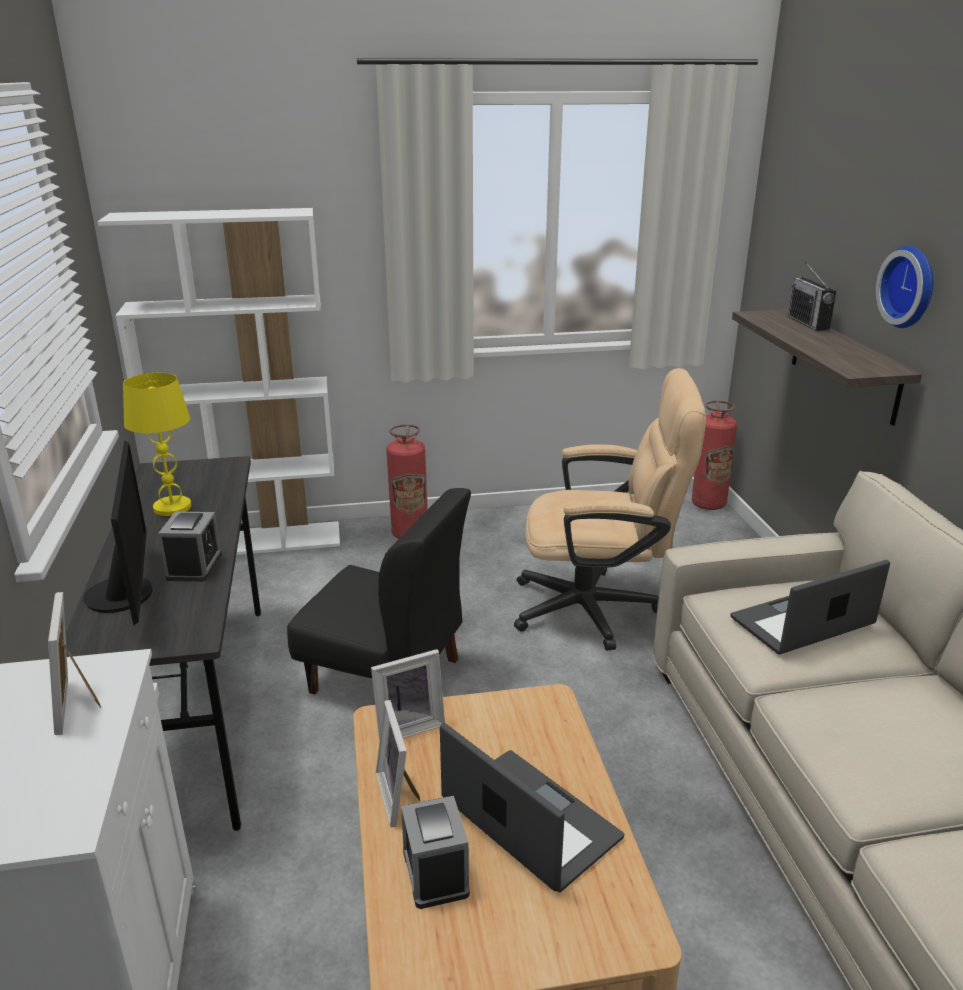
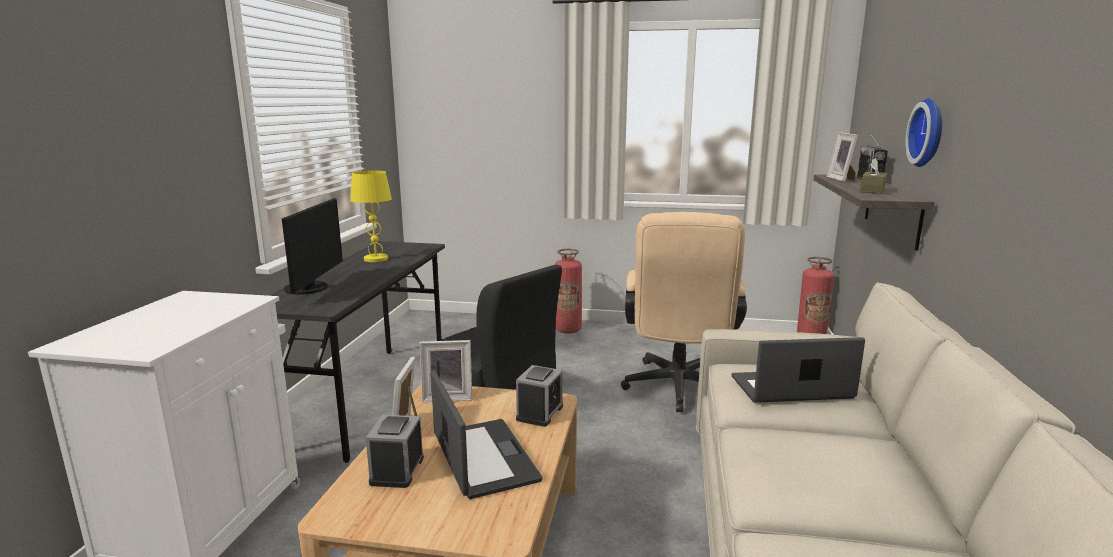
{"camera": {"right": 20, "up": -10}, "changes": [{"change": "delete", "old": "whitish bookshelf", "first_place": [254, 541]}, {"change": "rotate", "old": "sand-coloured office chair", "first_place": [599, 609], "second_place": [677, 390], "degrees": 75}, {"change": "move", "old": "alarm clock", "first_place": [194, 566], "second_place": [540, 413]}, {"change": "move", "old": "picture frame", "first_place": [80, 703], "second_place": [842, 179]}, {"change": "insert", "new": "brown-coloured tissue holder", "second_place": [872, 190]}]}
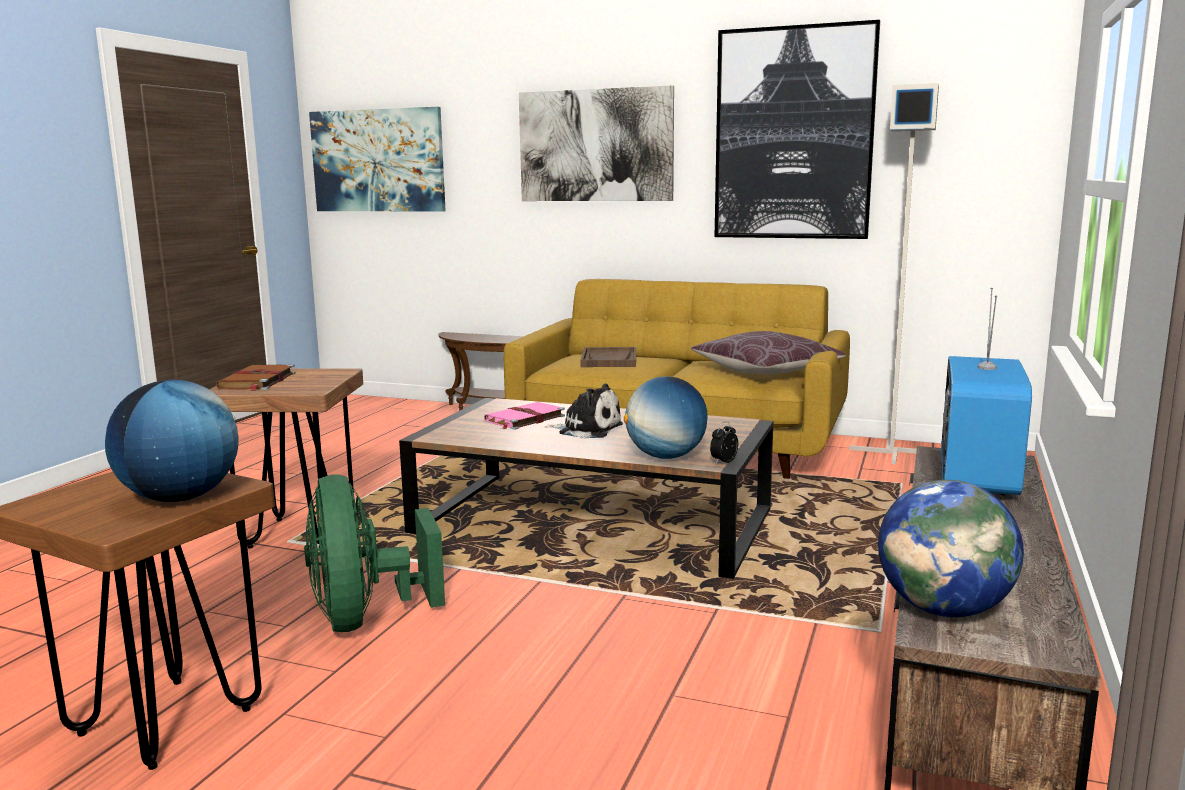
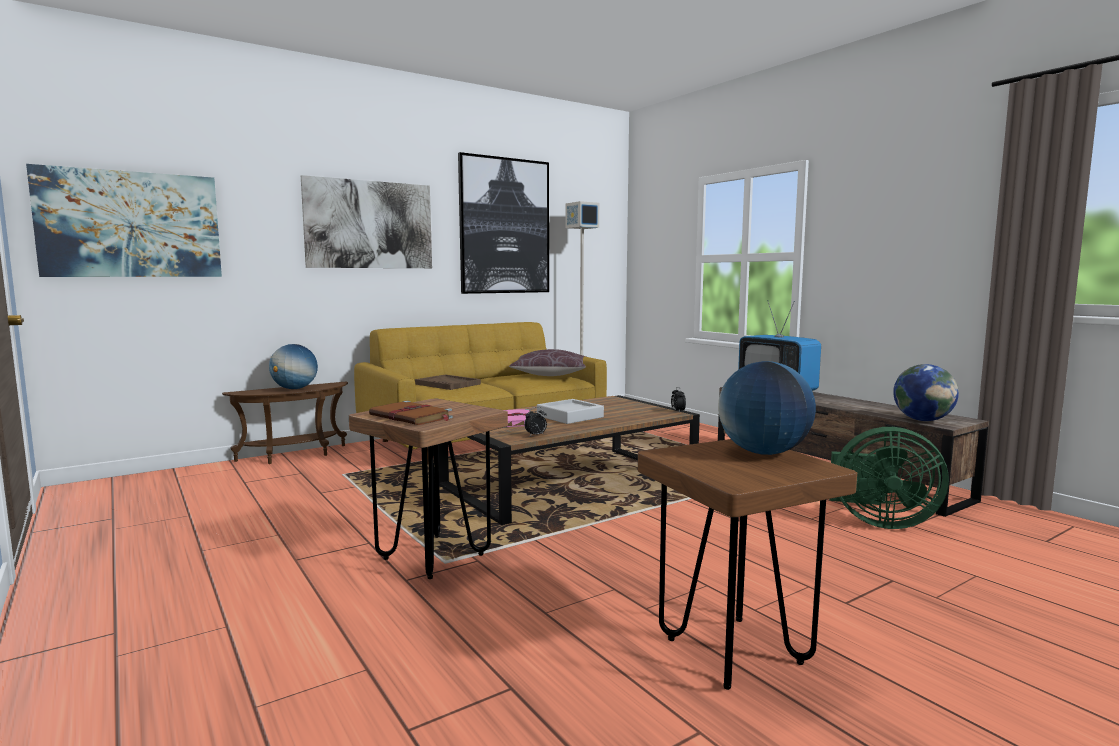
{"camera": {"right": -55, "up": -5}, "changes": [{"change": "move", "old": "world globe", "first_place": [665, 457], "second_place": [294, 389]}, {"change": "replace", "old": "plush toy", "new": "greyish serving tray", "first_place": [587, 430], "second_place": [570, 416]}, {"change": "move", "old": "greenish cooling fan", "first_place": [365, 618], "second_place": [879, 522]}, {"change": "insert", "new": "alarm clock", "second_place": [536, 435]}]}
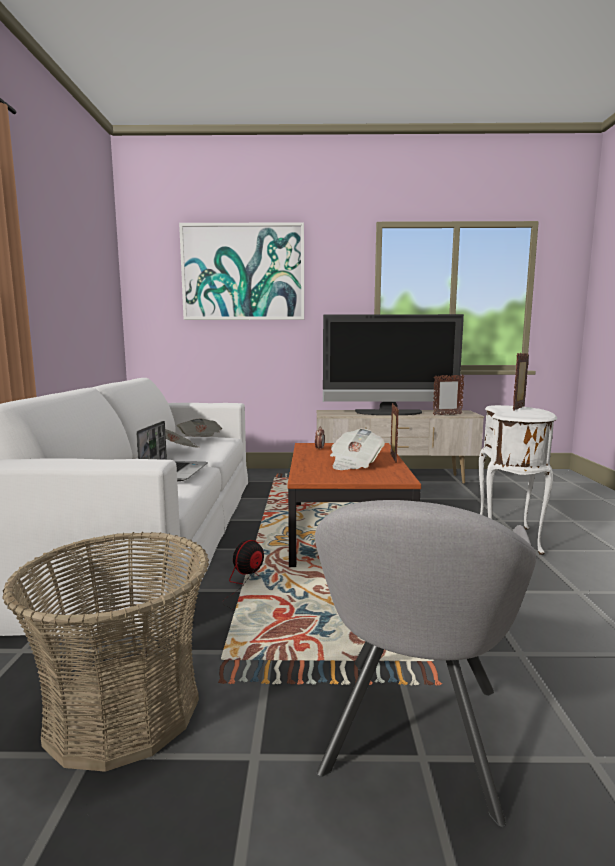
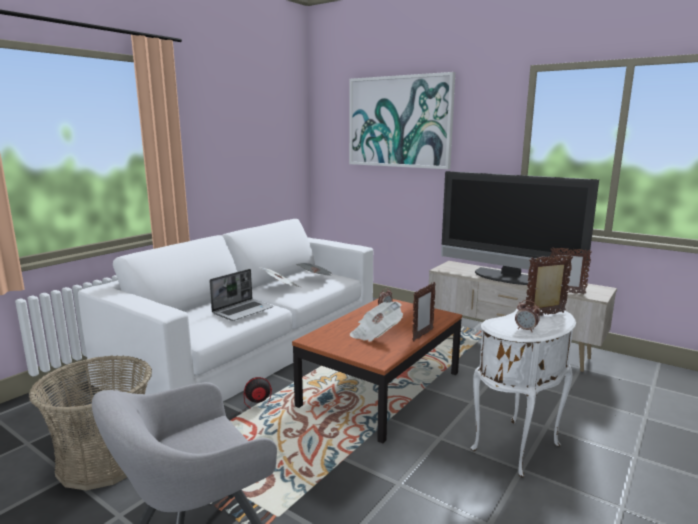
{"camera": {"right": 35, "up": 5}, "changes": [{"change": "insert", "new": "alarm clock", "second_place": [526, 330]}]}
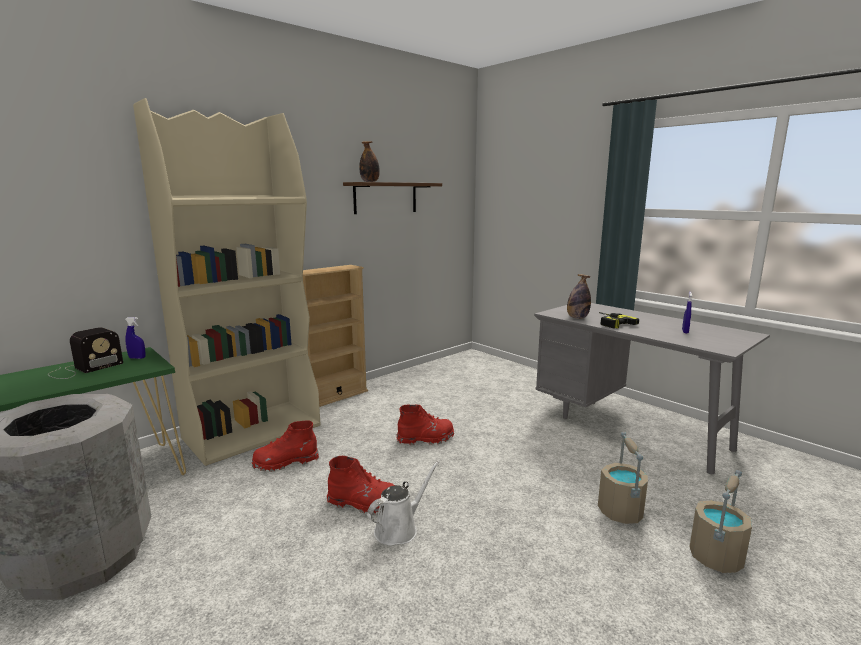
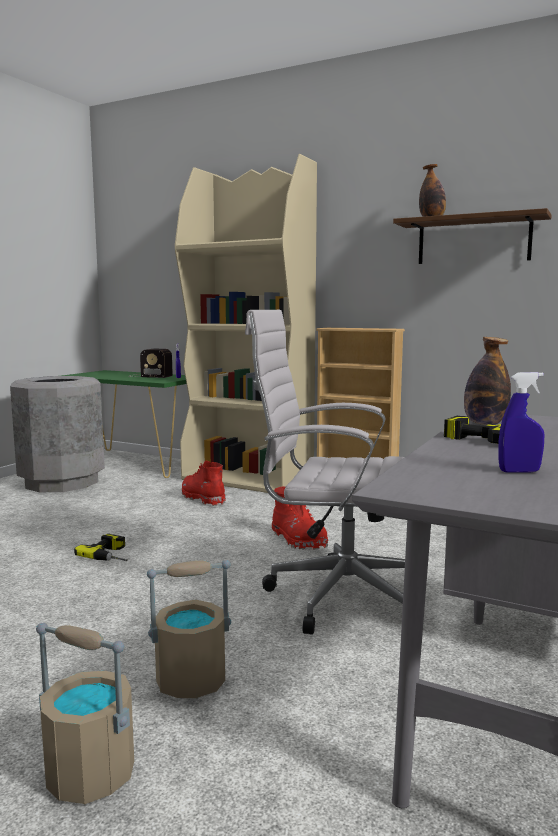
{"camera": {"right": 70, "up": -5}, "changes": [{"change": "delete", "old": "reddish high-top boot", "first_place": [363, 503]}, {"change": "replace", "old": "whitish watering pot", "new": "power drill", "first_place": [399, 529], "second_place": [112, 555]}, {"change": "insert", "new": "whitish office chair", "second_place": [337, 596]}]}
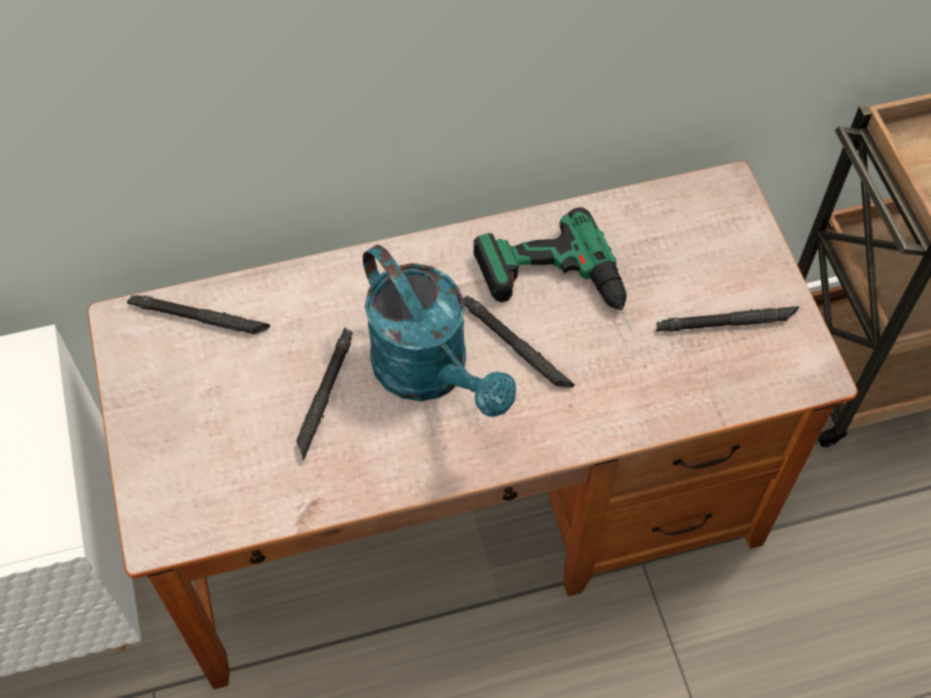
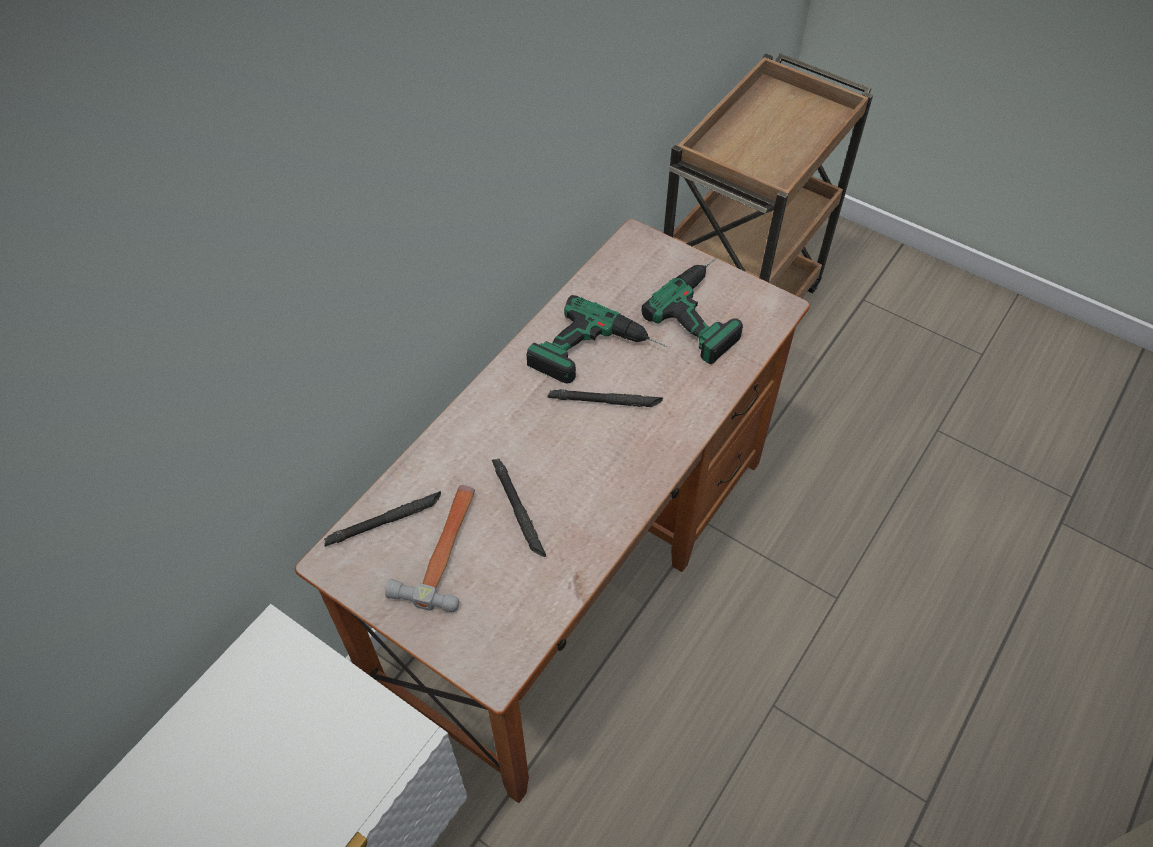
{"camera": {"right": -40, "up": -5}, "changes": [{"change": "delete", "old": "blue-green watering pot", "first_place": [431, 373]}, {"change": "replace", "old": "black torch", "new": "power drill", "first_place": [726, 323], "second_place": [708, 310]}, {"change": "insert", "new": "tool hammer", "second_place": [444, 548]}]}
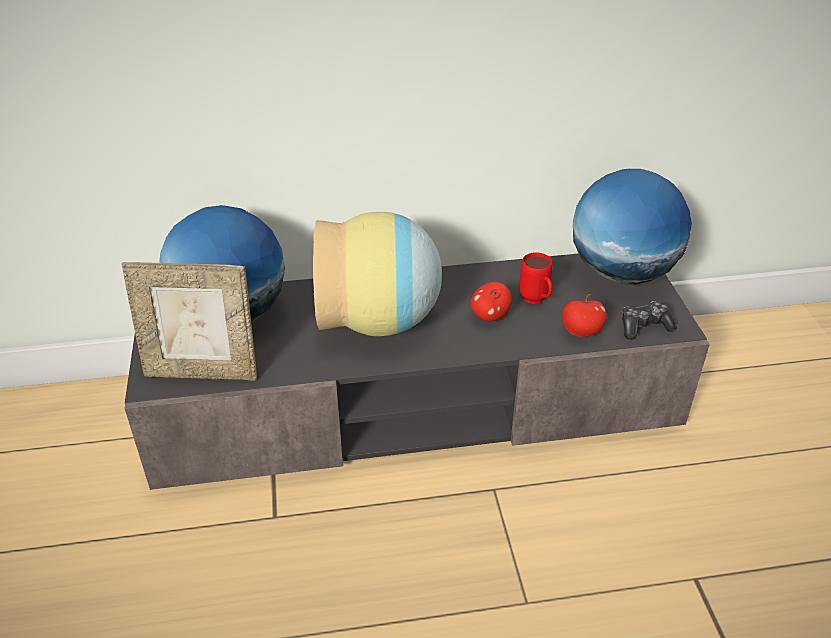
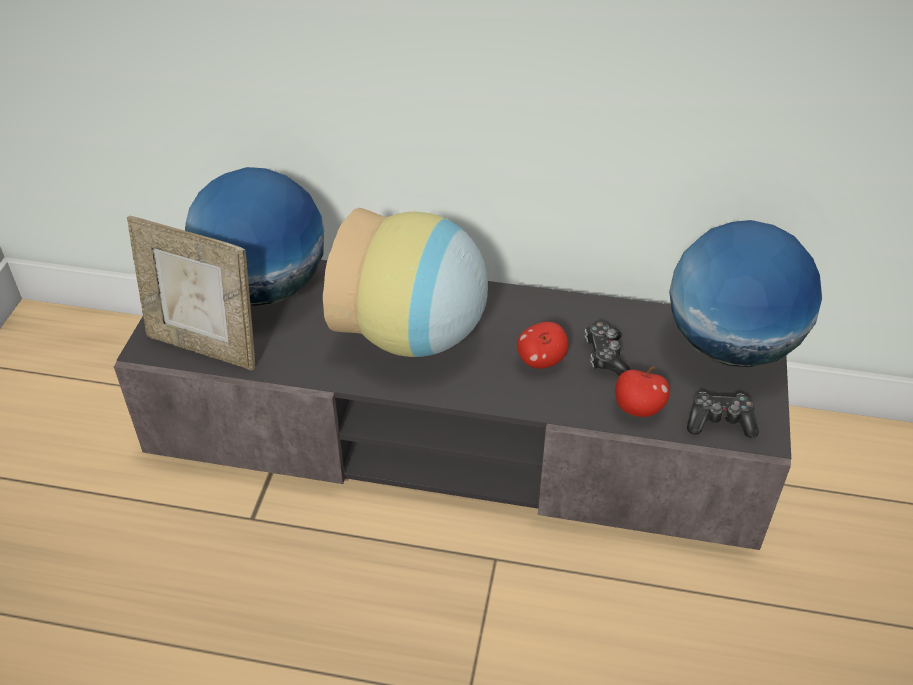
{"camera": {"right": 20, "up": 5}, "changes": [{"change": "replace", "old": "reddish mug", "new": "joypad", "first_place": [536, 301], "second_place": [605, 356]}]}
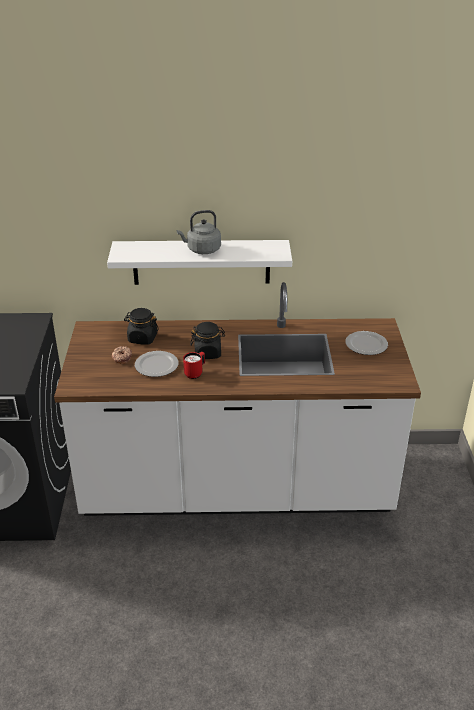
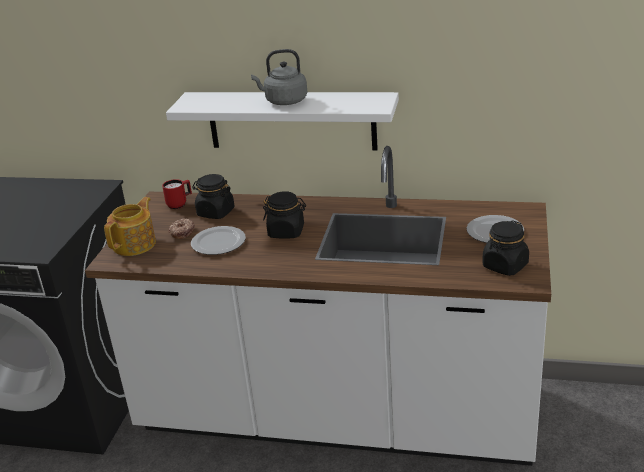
{"camera": {"right": 15, "up": -5}, "changes": [{"change": "move", "old": "reddish mug", "first_place": [195, 373], "second_place": [180, 204]}, {"change": "insert", "new": "teapot", "second_place": [135, 244]}, {"change": "insert", "new": "black jar", "second_place": [505, 266]}]}
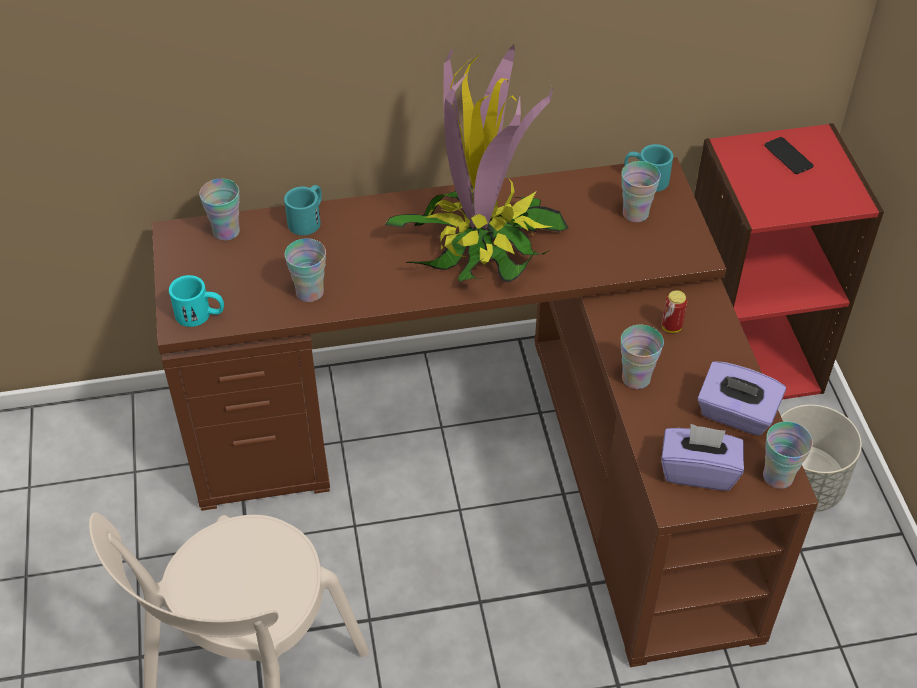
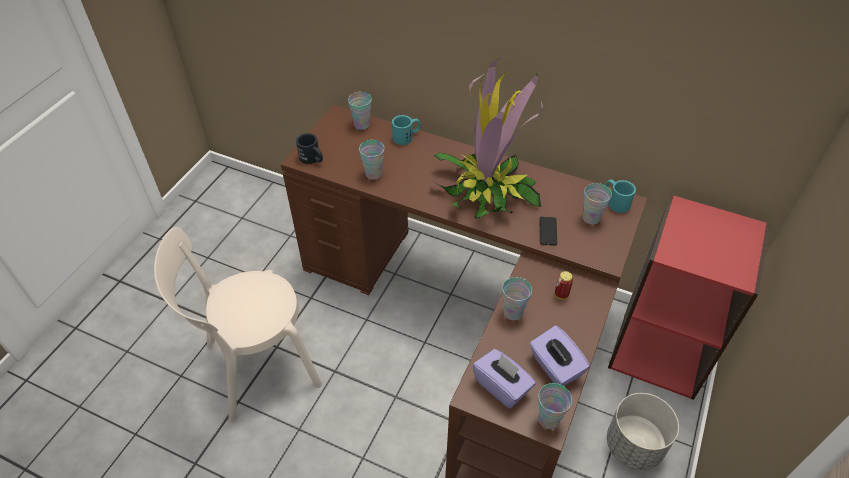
{"camera": {"right": 35, "up": 0}, "changes": [{"change": "move", "old": "handset", "first_place": [788, 156], "second_place": [548, 231]}, {"change": "recolor", "old": "blue-green mug", "new": "black mug", "first_place": [200, 314], "second_place": [312, 159]}]}
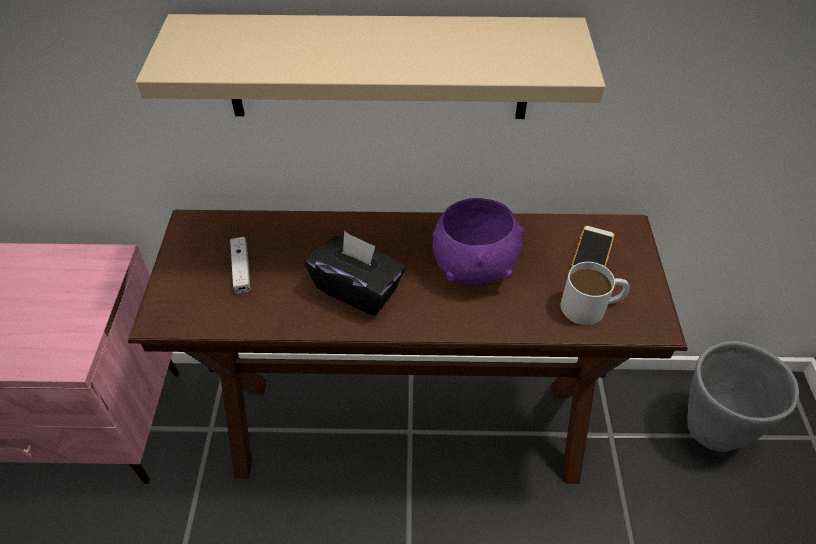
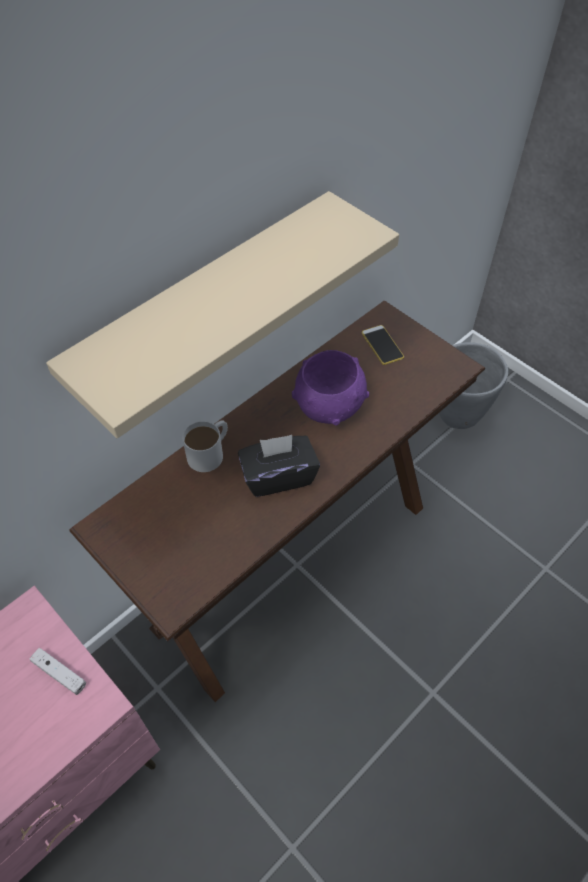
{"camera": {"right": -45, "up": 5}, "changes": [{"change": "move", "old": "whitish joypad", "first_place": [241, 269], "second_place": [60, 673]}, {"change": "move", "old": "whitish mug", "first_place": [592, 306], "second_place": [210, 452]}]}
